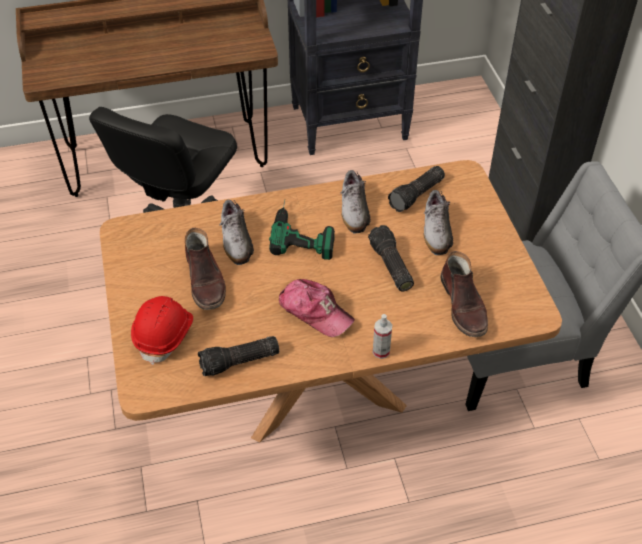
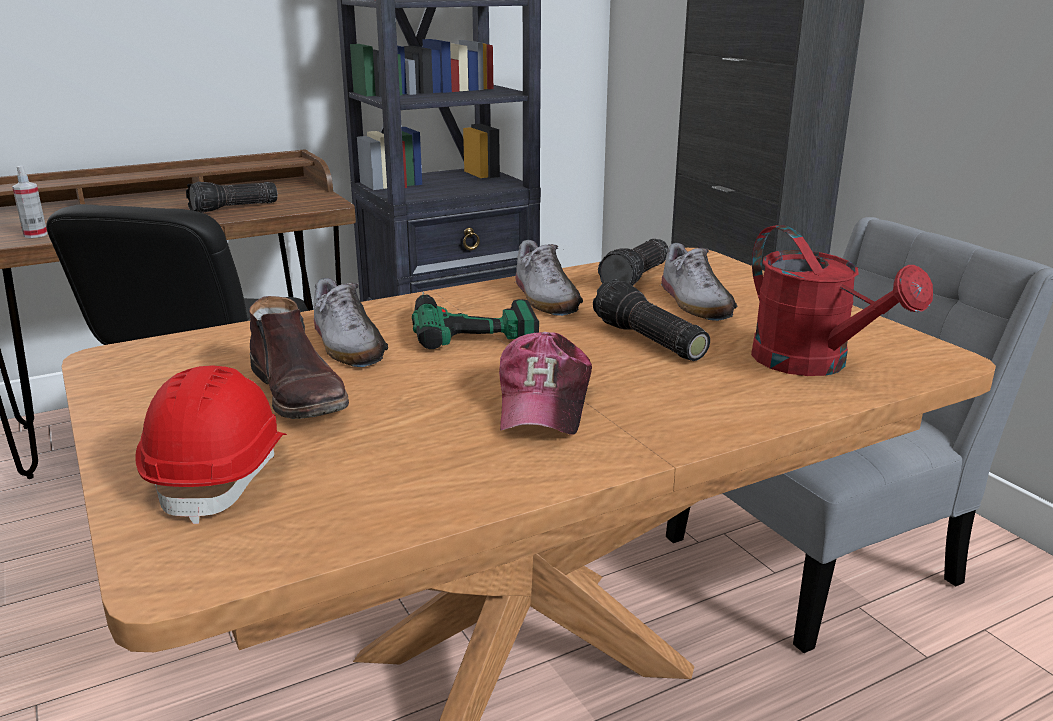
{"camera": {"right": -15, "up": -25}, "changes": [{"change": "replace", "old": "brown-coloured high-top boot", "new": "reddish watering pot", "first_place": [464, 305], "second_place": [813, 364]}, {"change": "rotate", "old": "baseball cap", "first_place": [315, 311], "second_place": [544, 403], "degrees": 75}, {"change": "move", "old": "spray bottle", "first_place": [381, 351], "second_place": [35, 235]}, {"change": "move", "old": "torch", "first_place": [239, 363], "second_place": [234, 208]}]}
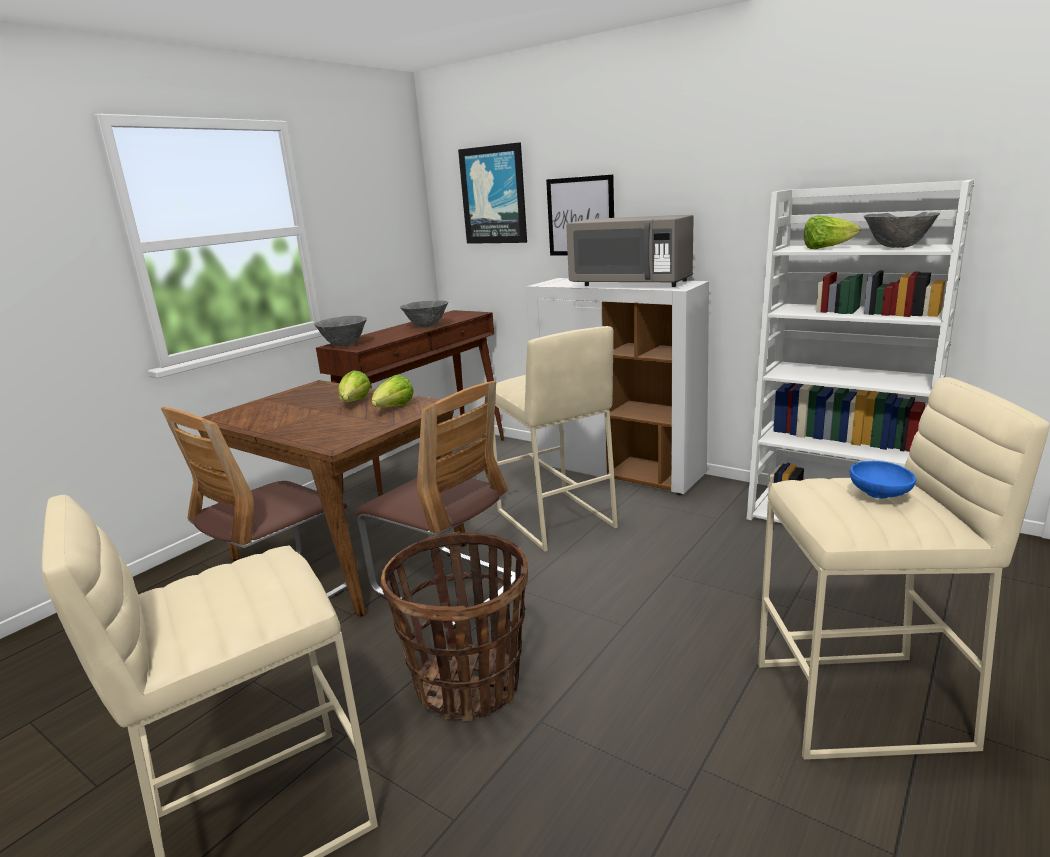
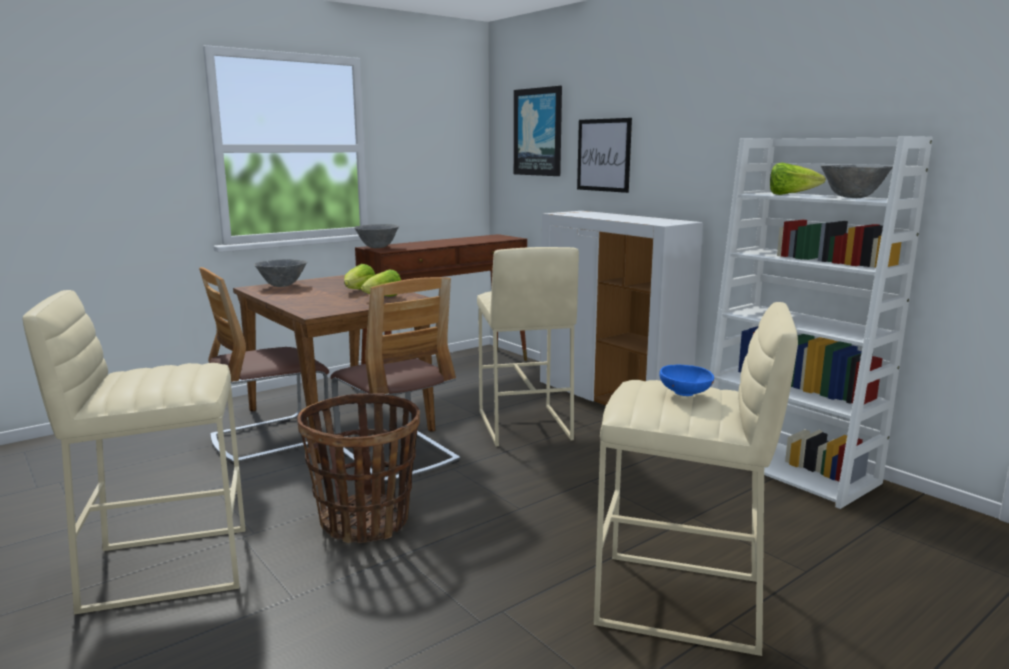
{"camera": {"right": 15, "up": -5}, "changes": [{"change": "delete", "old": "greyish microwave oven", "first_place": [630, 284]}, {"change": "move", "old": "greyish serving bowl", "first_place": [426, 326], "second_place": [282, 286]}]}
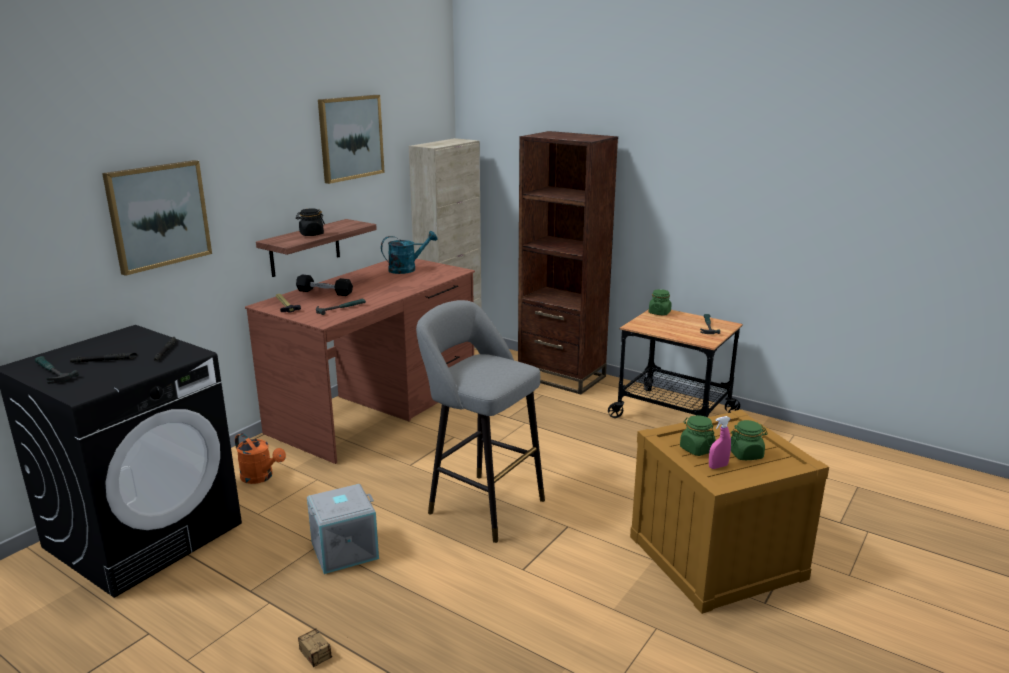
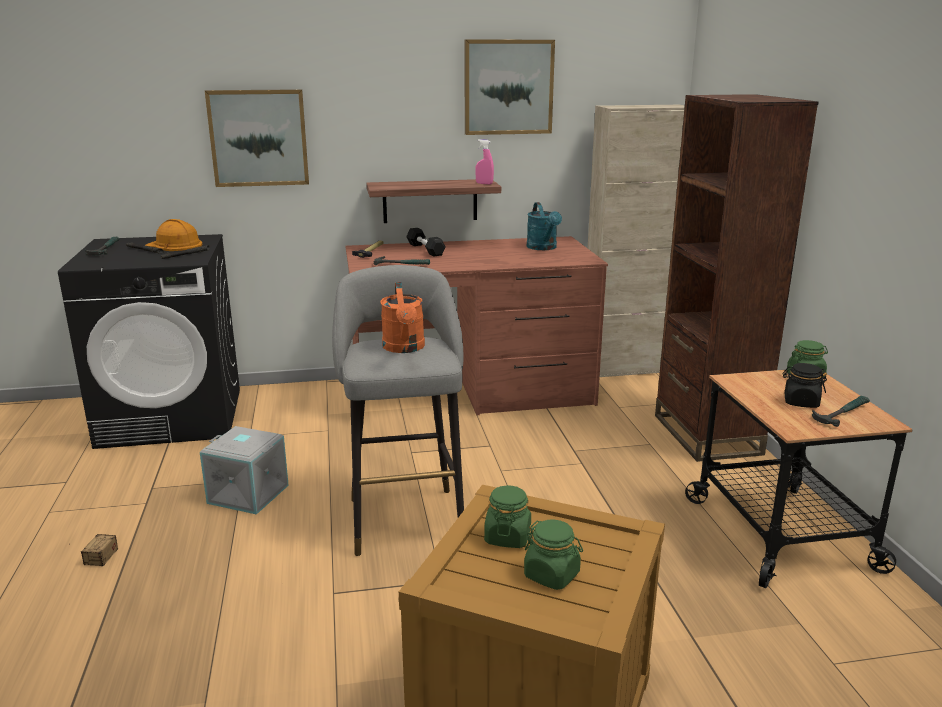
{"camera": {"right": 45, "up": 0}, "changes": [{"change": "move", "old": "black jar", "first_place": [311, 234], "second_place": [800, 402]}, {"change": "rotate", "old": "blue-green watering pot", "first_place": [407, 269], "second_place": [543, 248], "degrees": 60}, {"change": "move", "old": "pinkish spray bottle", "first_place": [718, 466], "second_place": [484, 183]}, {"change": "move", "old": "orange watering pot", "first_place": [261, 477], "second_place": [404, 348]}, {"change": "insert", "new": "orange safety helmet", "second_place": [174, 245]}]}
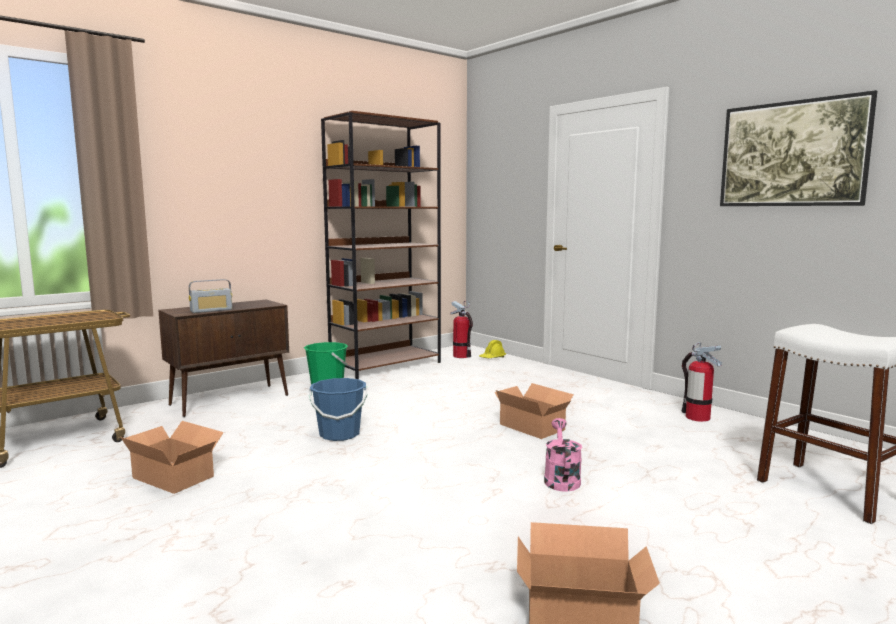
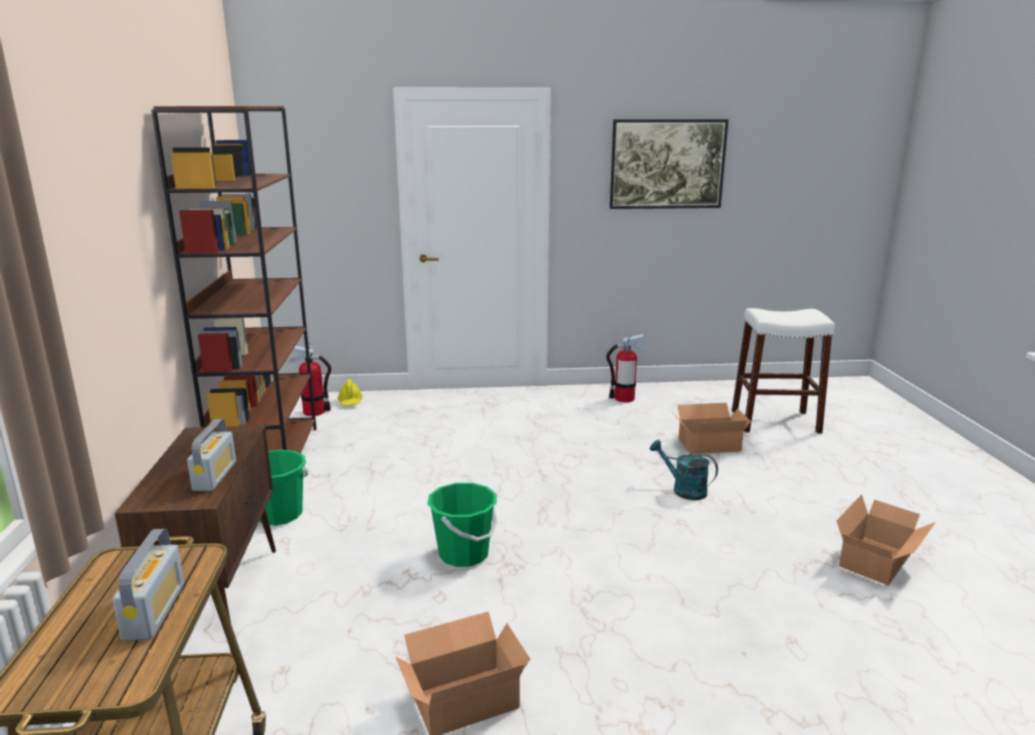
{"camera": {"right": -55, "up": 10}, "changes": [{"change": "recolor", "old": "bluish water bucket", "new": "greenish water bucket", "first_place": [339, 434], "second_place": [464, 554]}, {"change": "move", "old": "cardboard box", "first_place": [532, 426], "second_place": [707, 444]}, {"change": "recolor", "old": "pinkish watering pot", "new": "blue-green watering pot", "first_place": [561, 479], "second_place": [683, 490]}, {"change": "insert", "new": "radio receiver", "second_place": [154, 611]}]}
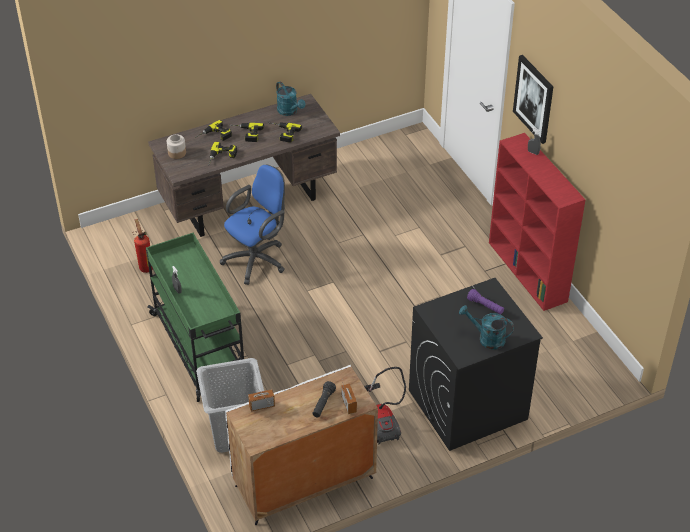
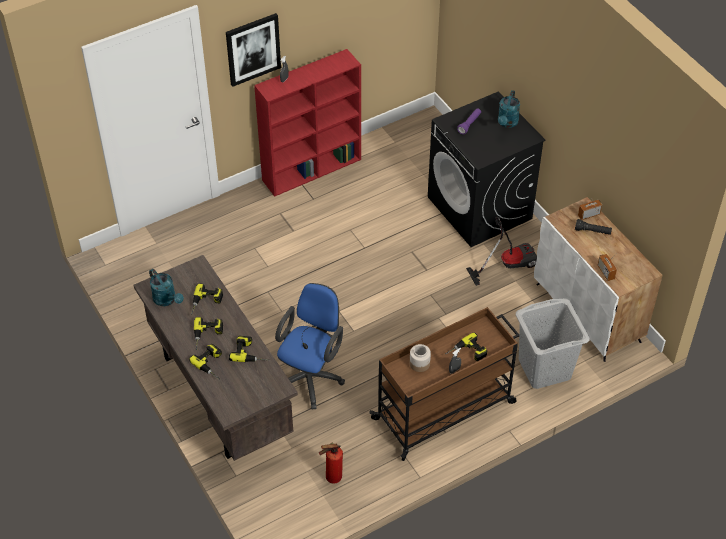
{"camera": {"right": -95, "up": 5}, "changes": [{"change": "rotate", "old": "blue-green watering pot", "first_place": [289, 111], "second_place": [167, 300], "degrees": 90}, {"change": "move", "old": "jar", "first_place": [177, 153], "second_place": [420, 363]}, {"change": "rotate", "old": "bluish office chair", "first_place": [258, 259], "second_place": [311, 376], "degrees": 75}, {"change": "recolor", "old": "greenish trolley", "new": "brown-coloured trolley", "first_place": [200, 349], "second_place": [445, 410]}, {"change": "insert", "new": "power drill", "second_place": [466, 353]}]}
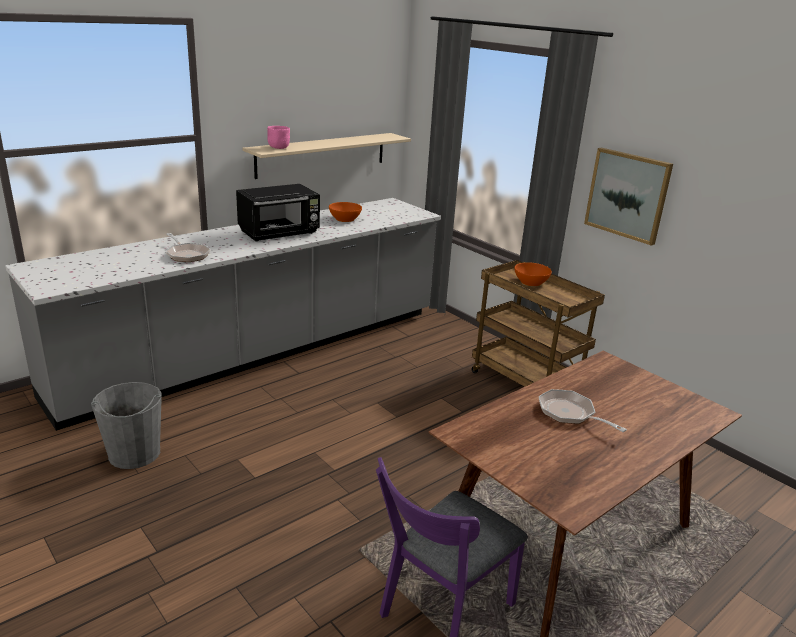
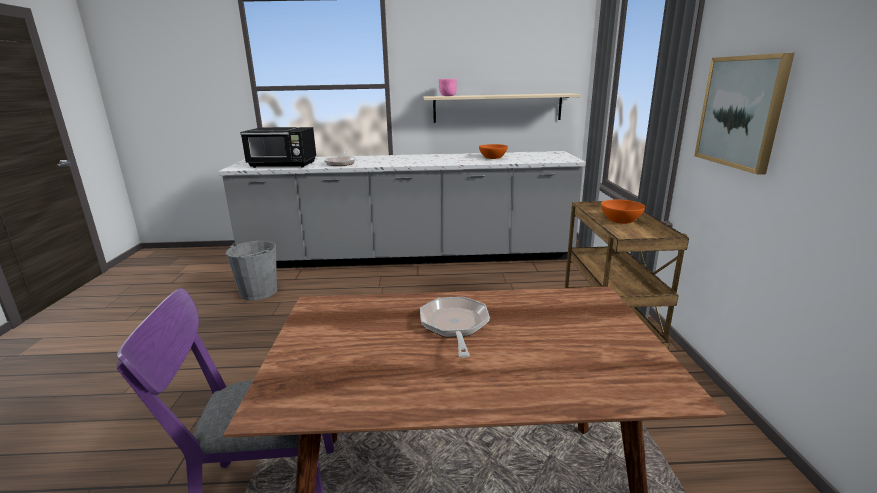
{"camera": {"right": 40, "up": -5}, "changes": [{"change": "move", "old": "black microwave oven", "first_place": [280, 233], "second_place": [283, 165]}]}
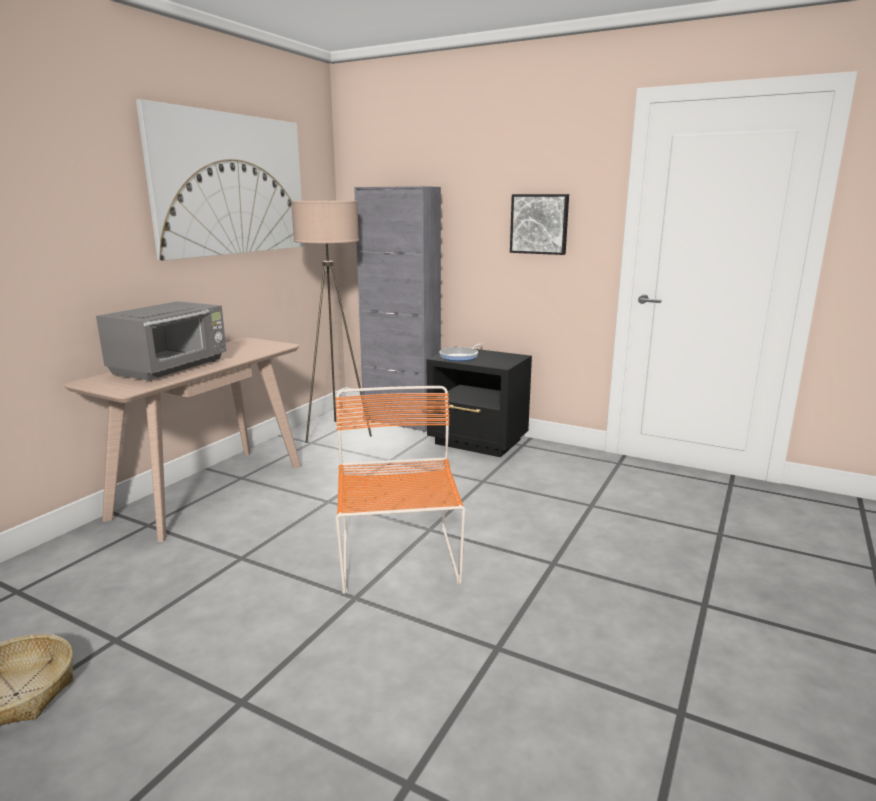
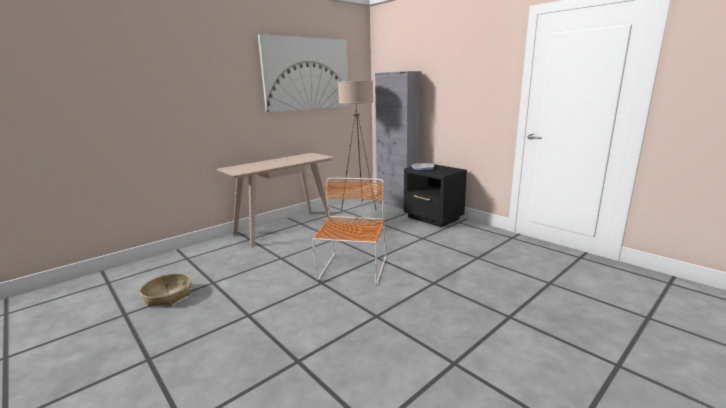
{"camera": {"right": 20, "up": 0}, "changes": [{"change": "delete", "old": "picture", "first_place": [539, 224]}, {"change": "delete", "old": "greyish microwave oven", "first_place": [171, 368]}]}
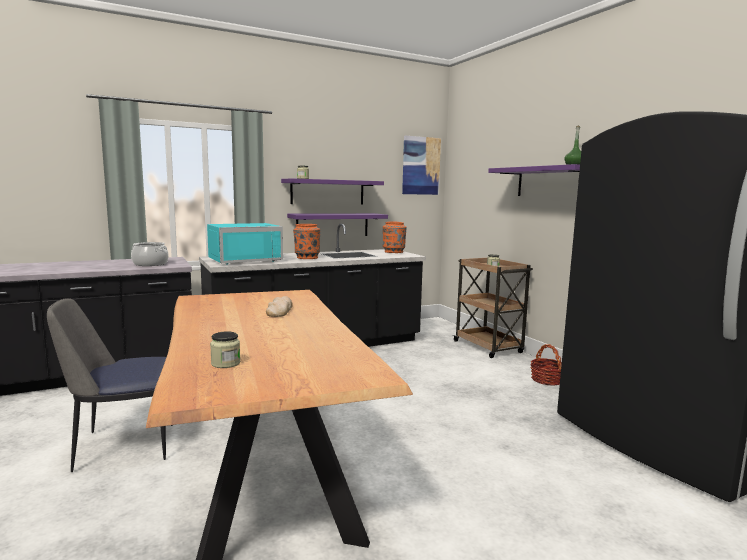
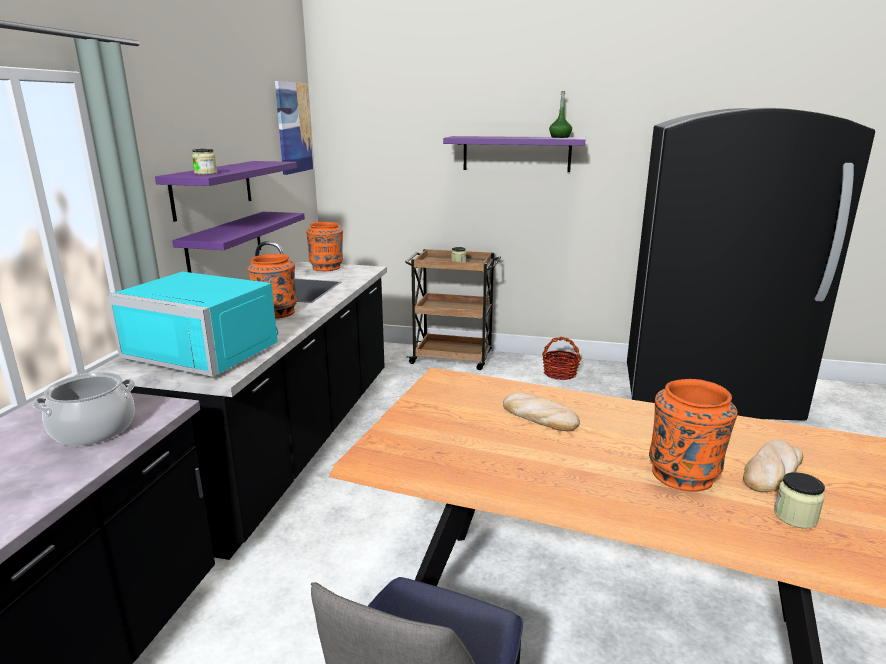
{"camera": {"right": -50, "up": 10}, "changes": [{"change": "rotate", "old": "blue-green microwave oven", "first_place": [244, 260], "second_place": [210, 350], "degrees": 105}, {"change": "insert", "new": "orange flower vase", "second_place": [684, 474]}, {"change": "insert", "new": "bread", "second_place": [772, 471]}]}
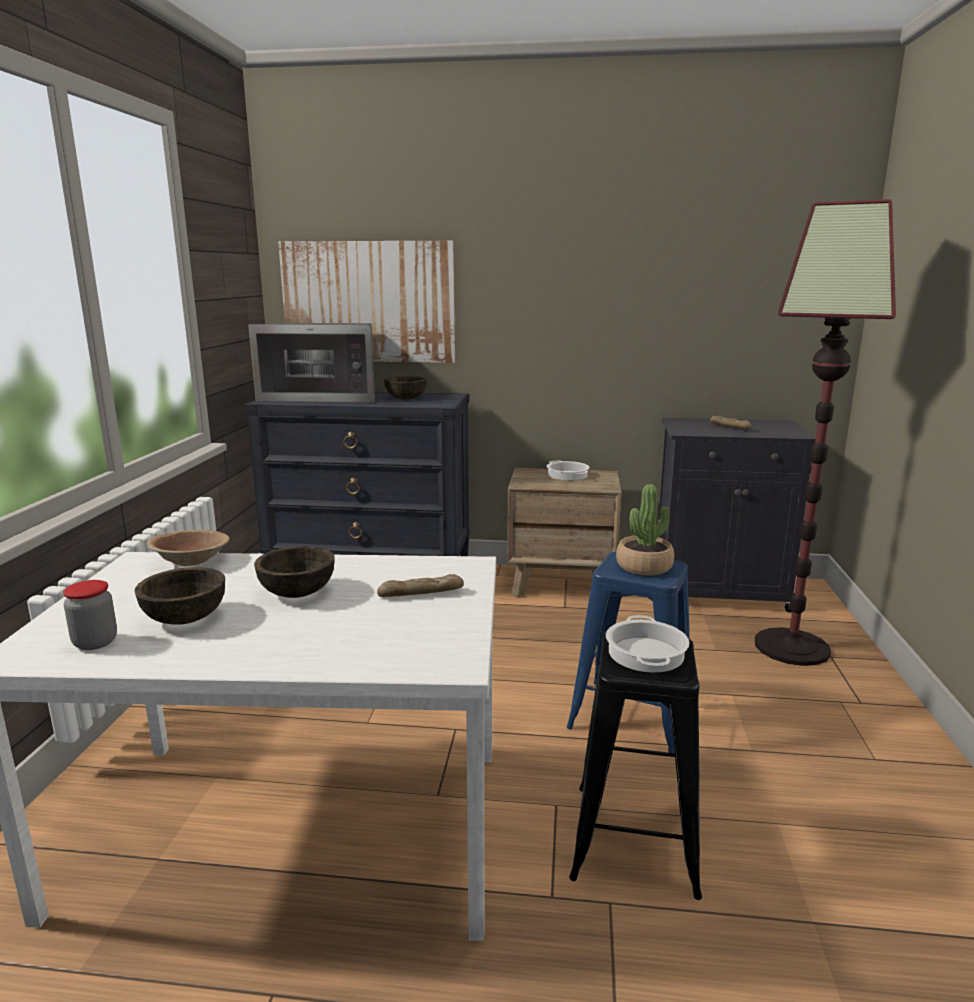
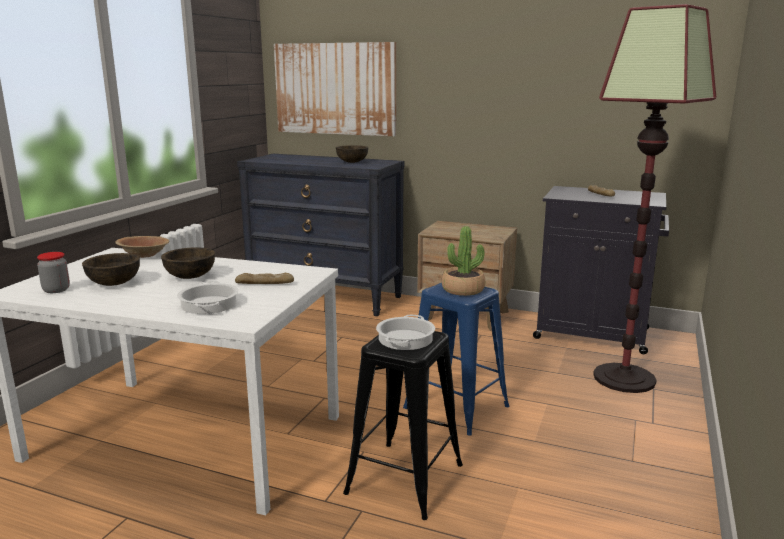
{"camera": {"right": 15, "up": 0}, "changes": [{"change": "delete", "old": "microwave oven", "first_place": [323, 396]}, {"change": "move", "old": "cooking pot", "first_place": [567, 475], "second_place": [208, 304]}]}
